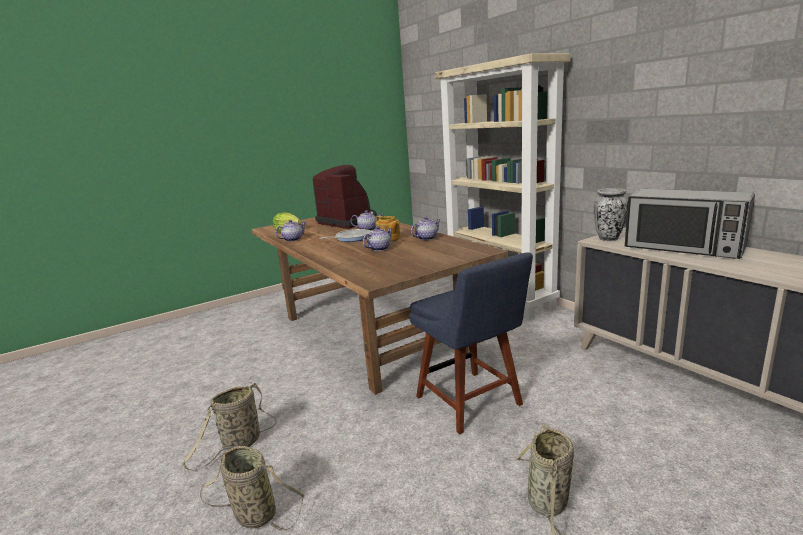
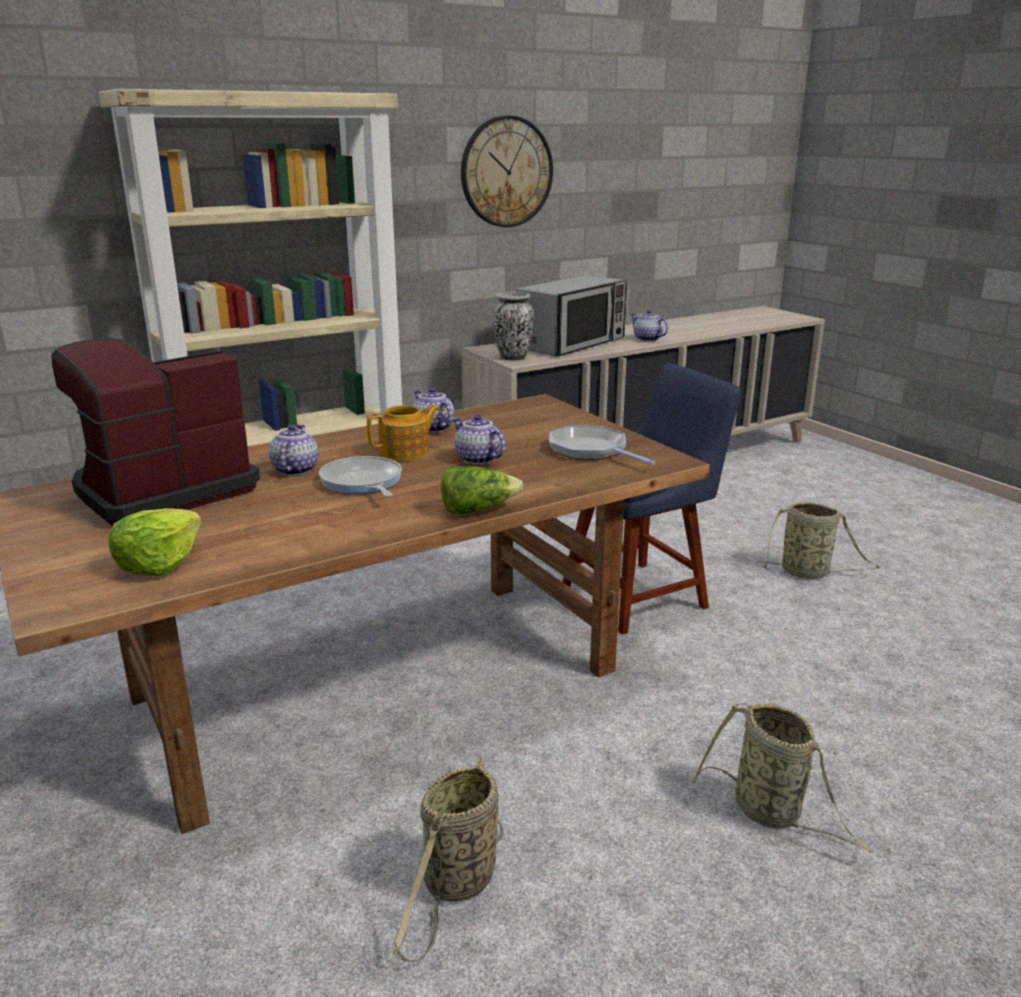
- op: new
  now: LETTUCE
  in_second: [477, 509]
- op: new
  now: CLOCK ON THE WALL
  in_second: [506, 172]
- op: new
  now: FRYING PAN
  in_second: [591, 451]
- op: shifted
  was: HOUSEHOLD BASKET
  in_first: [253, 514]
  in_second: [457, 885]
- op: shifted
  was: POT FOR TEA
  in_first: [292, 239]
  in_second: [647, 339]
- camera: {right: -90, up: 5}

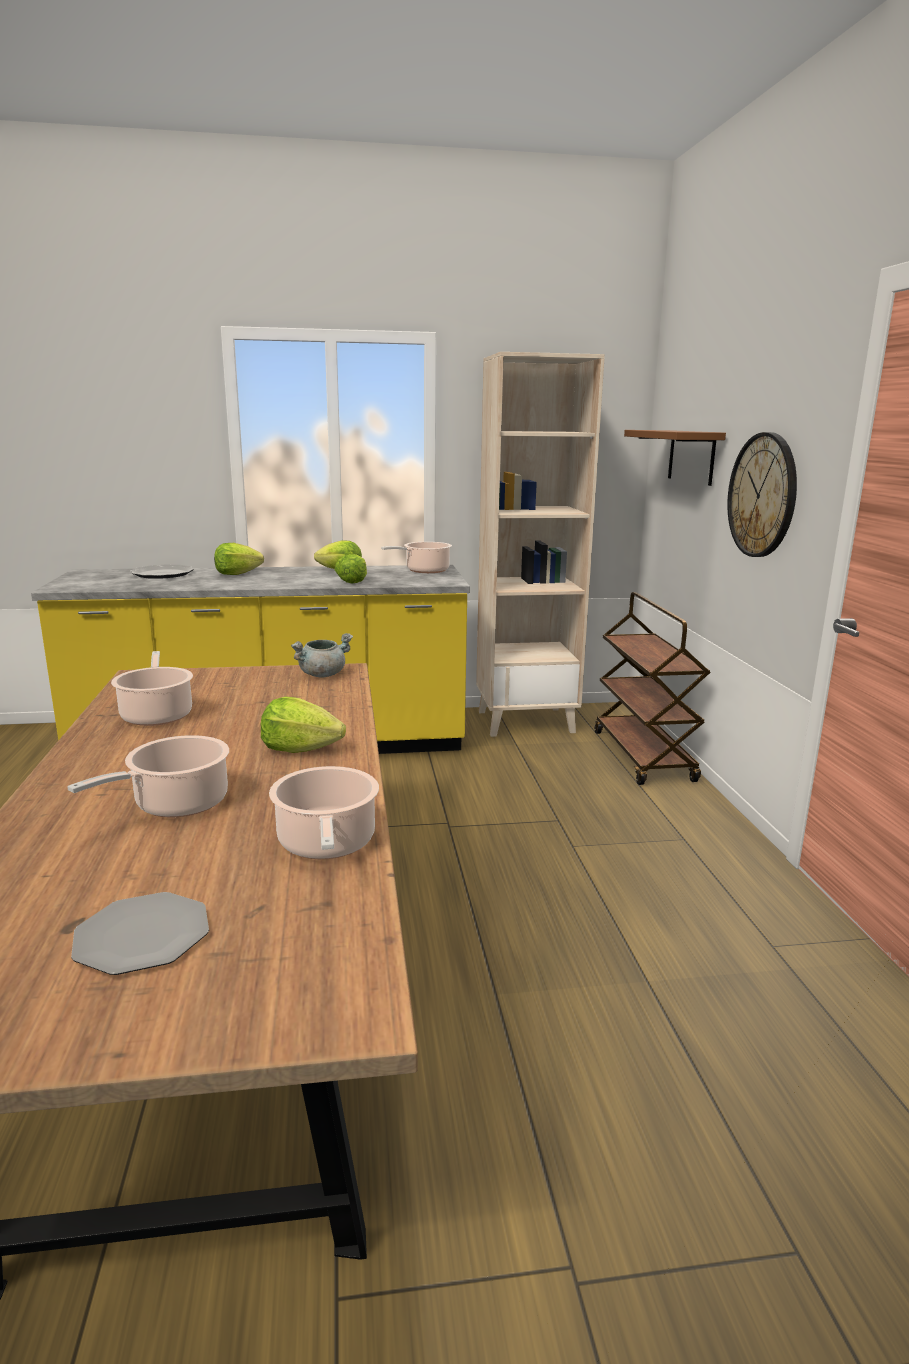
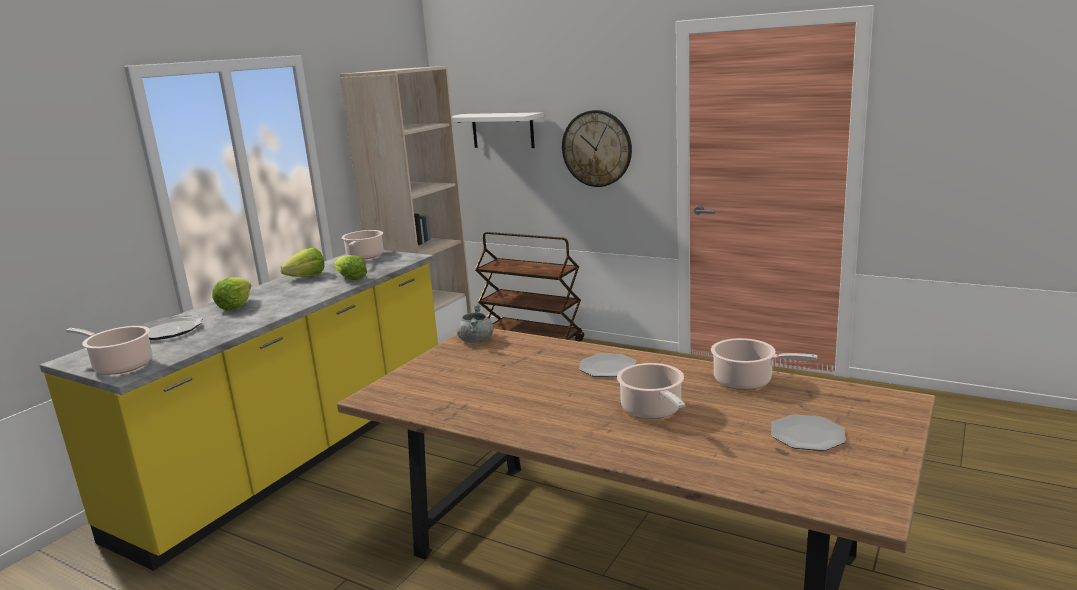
- op: shifted
  was: COOKING POT
  in_first: [157, 714]
  in_second: [121, 366]
- op: swapped
  was: LETTUCE
  now: FLAT DISH
  in_first: [300, 749]
  in_second: [607, 367]
- op: repainted
  was: BROWN-COLOURED WALL SHELF
  now: WHITE WALL SHELF
  in_first: [691, 456]
  in_second: [502, 130]
- camera: {right: -50, up: 0}

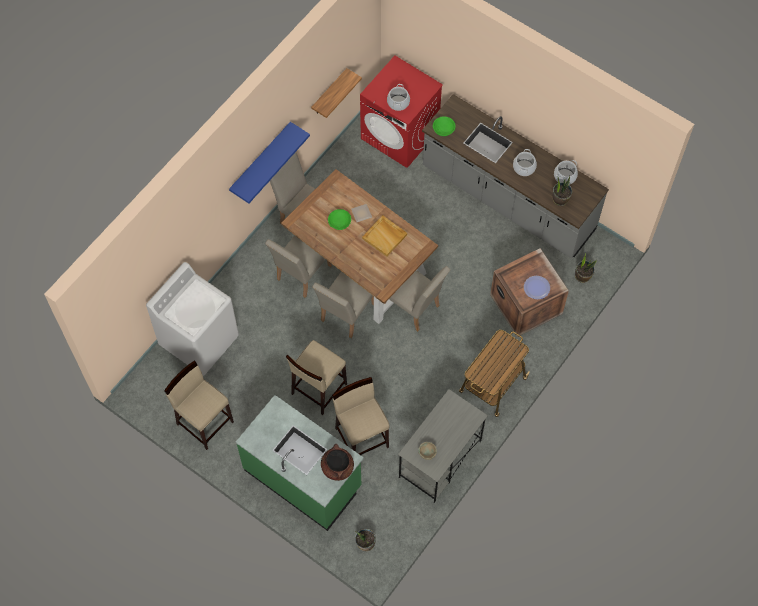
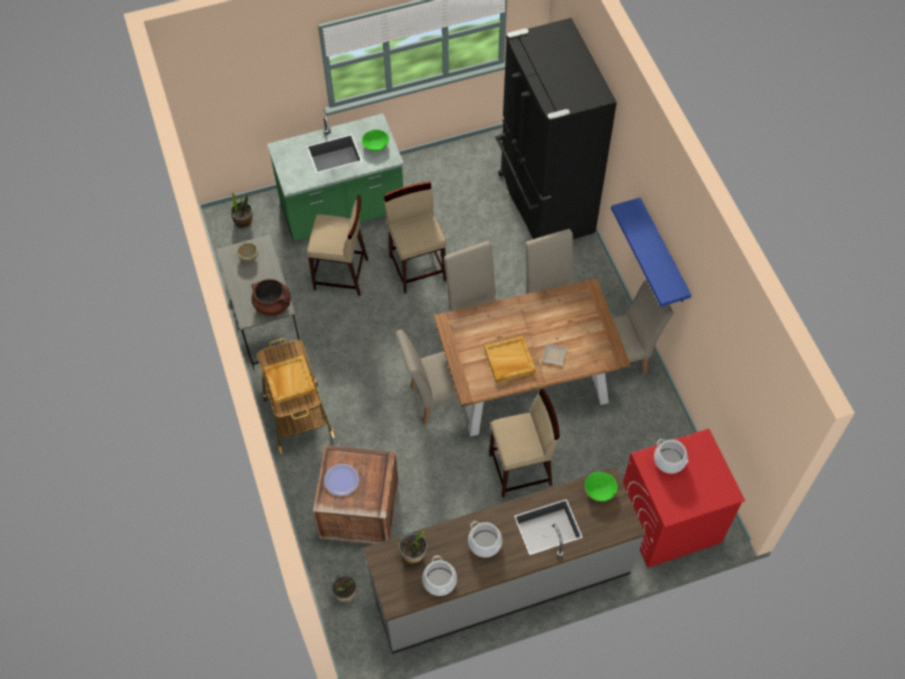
- op: gone
  was: WALL SHELF
  in_first: [329, 93]
- op: new
  now: SAND-COLOURED CARRYING TRAY
  in_second: [289, 380]
- op: shifted
  was: SAND-COLOURED STOOL SEAT
  in_first: [205, 422]
  in_second: [521, 470]
- op: shifted
  was: BROWN-COLOURED COOKING POT
  in_first: [337, 467]
  in_second: [273, 305]
- op: shifted
  was: GREENISH DEEP DISH
  in_first: [339, 222]
  in_second: [375, 144]
- op: swapped
  was: WHITE WASHING MACHINE
  now: BLACK FRIDGE
  in_first: [199, 340]
  in_second: [543, 204]
- camera: {right: 125, up: -5}

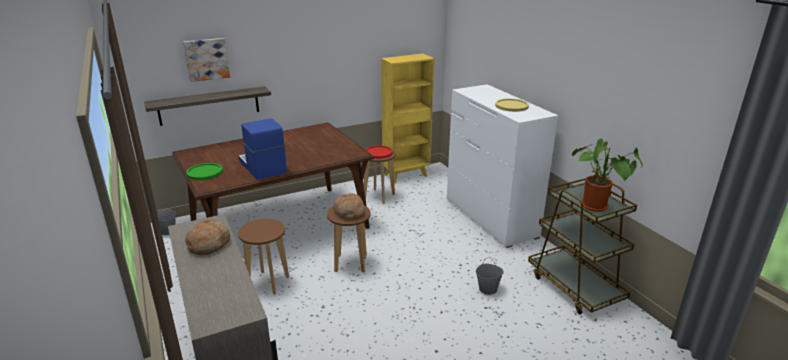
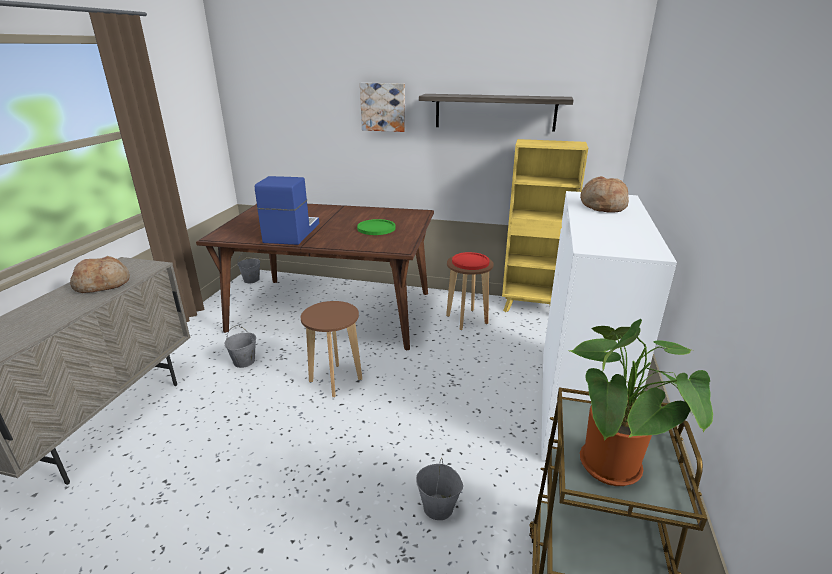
- op: gone
  was: YELLOW-COLOURED FLAT DISH
  in_first: [511, 106]
- op: shifted
  was: WALL SHELF
  in_first: [209, 106]
  in_second: [495, 112]
- op: shifted
  was: WALL PICTURE
  in_first: [206, 59]
  in_second: [383, 107]
- op: shifted
  was: GREENISH FLAT DISH
  in_first: [205, 172]
  in_second: [376, 228]
- op: shifted
  was: BAKED BREAD
  in_first: [349, 212]
  in_second: [602, 206]
- op: swapped
  was: BROWN-COLOURED STOOL SEAT
  now: GREYISH PAIL
  in_first: [268, 283]
  in_second: [244, 362]
- camera: {right: 40, up: 0}

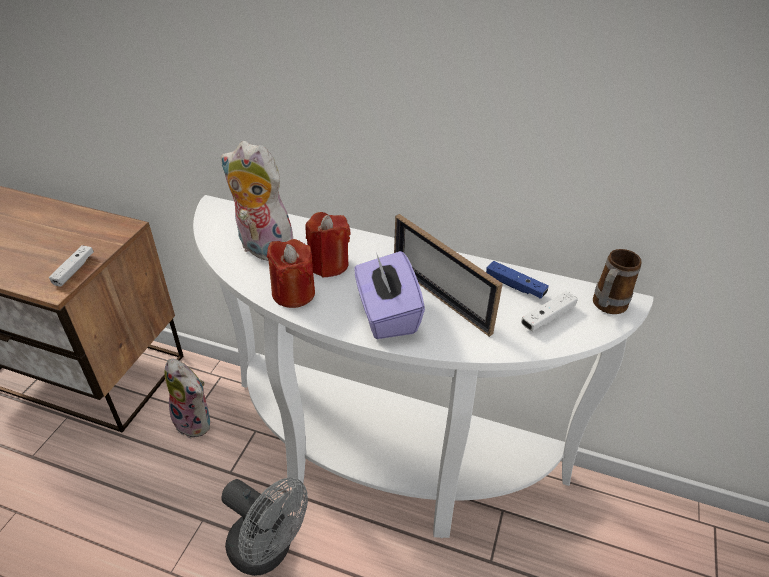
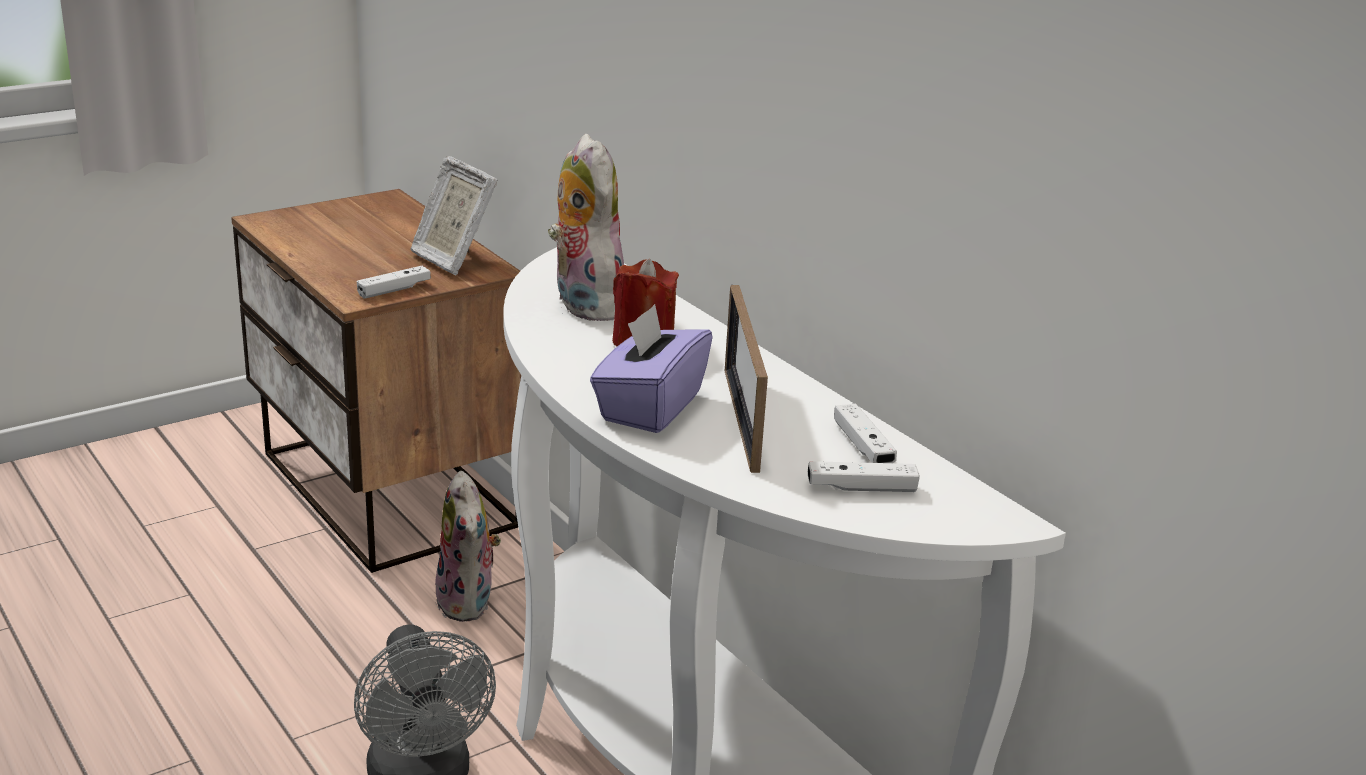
- op: gone
  was: RED WAX LIGHT
  in_first: [293, 293]
- op: gone
  was: TEA MUG
  in_first: [606, 307]
- op: new
  now: PICTURE FRAME
  in_second: [452, 259]
- op: repainted
  was: BLUE-COLOURED GAME CONTROLLER
  now: WHITE GAME CONTROLLER
  in_first: [515, 286]
  in_second: [863, 446]
- camera: {right: 35, up: -15}

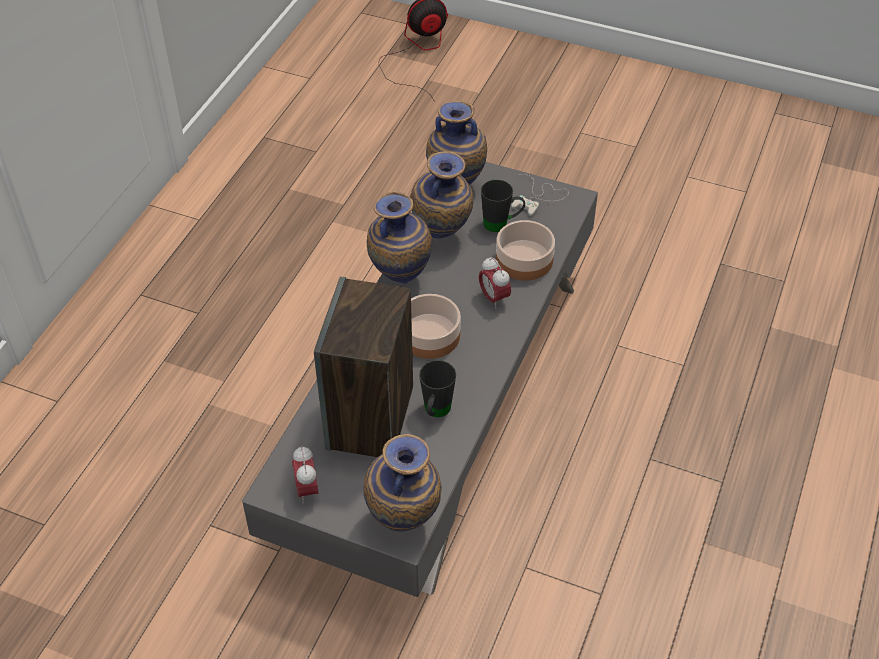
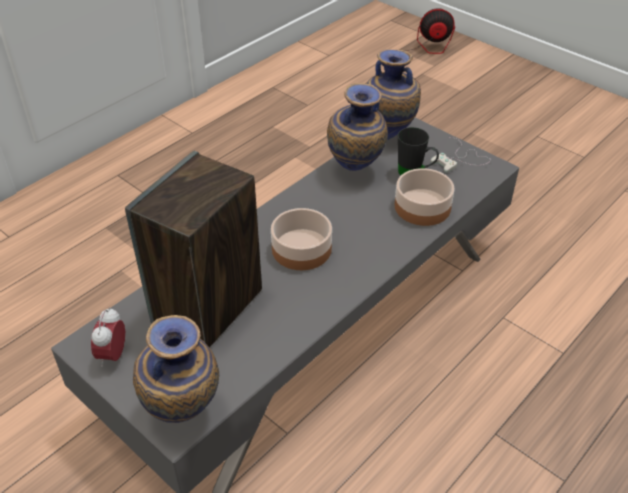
- op: gone
  was: VASE
  in_first: [400, 278]
- op: gone
  was: BLACK TEA MUG
  in_first: [435, 413]
- op: gone
  was: TABLE CLOCK
  in_first: [494, 298]
- camera: {right: 20, up: -5}

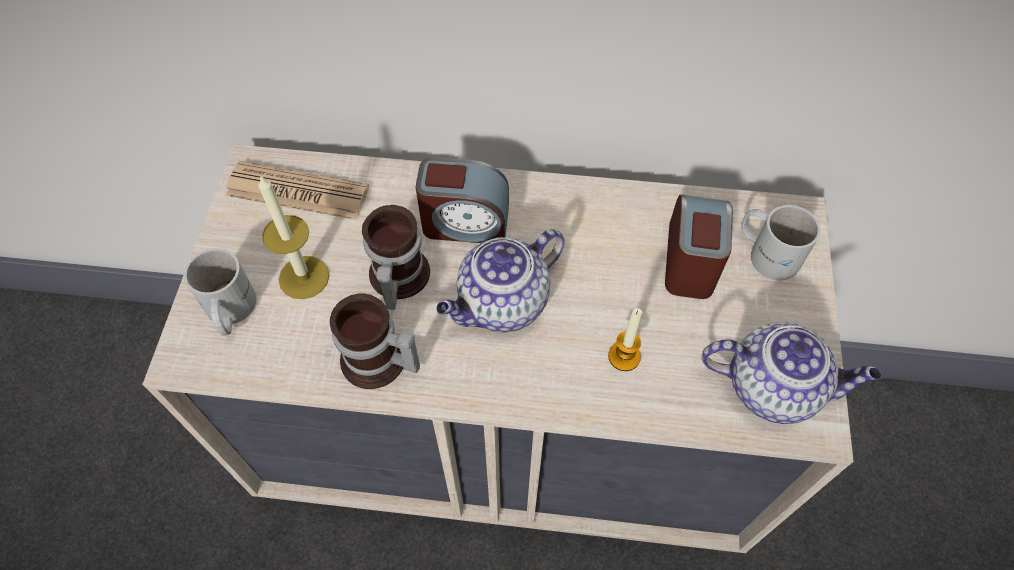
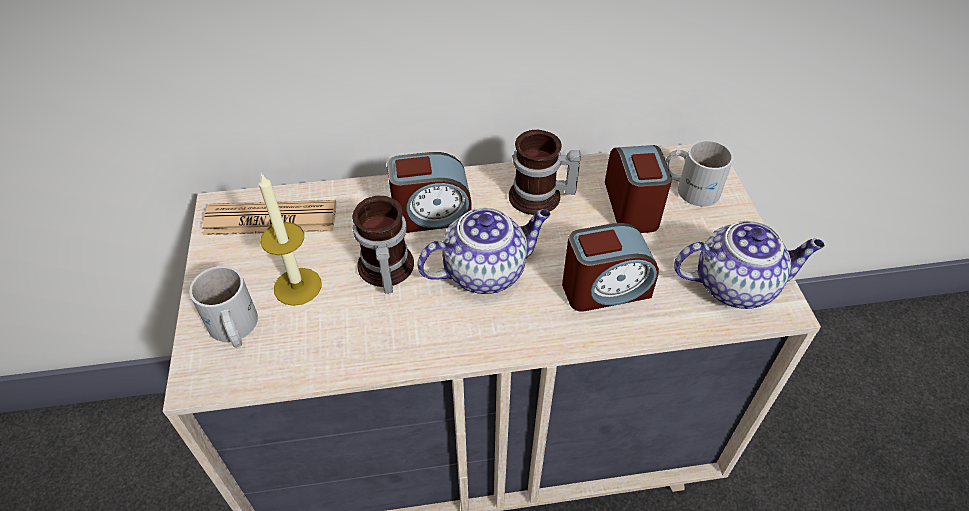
- op: shifted
  was: TEA MUG
  in_first: [378, 364]
  in_second: [540, 198]
- op: swapped
  was: WAX LIGHT
  now: TABLE CLOCK
  in_first: [624, 356]
  in_second: [605, 289]
- op: rotated
  was: POT FOR TEA
  in_first: [502, 304]
  in_second: [486, 271]
  clockwise: -150
- camera: {right: -15, up: -10}

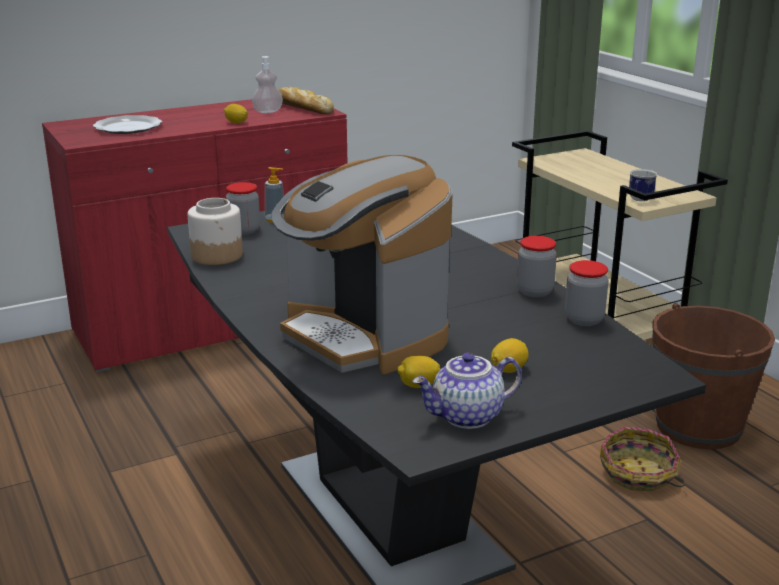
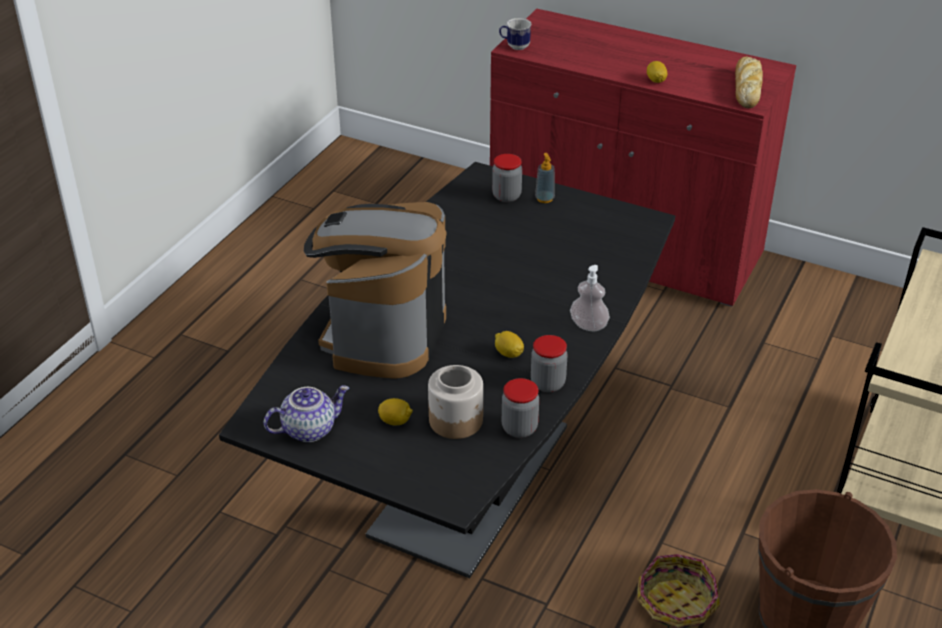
- op: gone
  was: FLAT DISH
  in_first: [127, 127]
- op: shifted
  was: STORAGE JAR
  in_first: [217, 255]
  in_second: [456, 420]
- op: shifted
  was: SOAP DISPENSER
  in_first: [268, 111]
  in_second: [588, 325]
- op: shifted
  was: LEMON
  in_first: [418, 386]
  in_second: [508, 353]
- op: shifted
  was: TEA MUG
  in_first: [639, 200]
  in_second: [514, 47]
- op: rotated
  was: POT FOR TEA
  in_first: [467, 417]
  in_second: [309, 429]
  clockwise: 120
- camera: {right: 55, up: 15}

